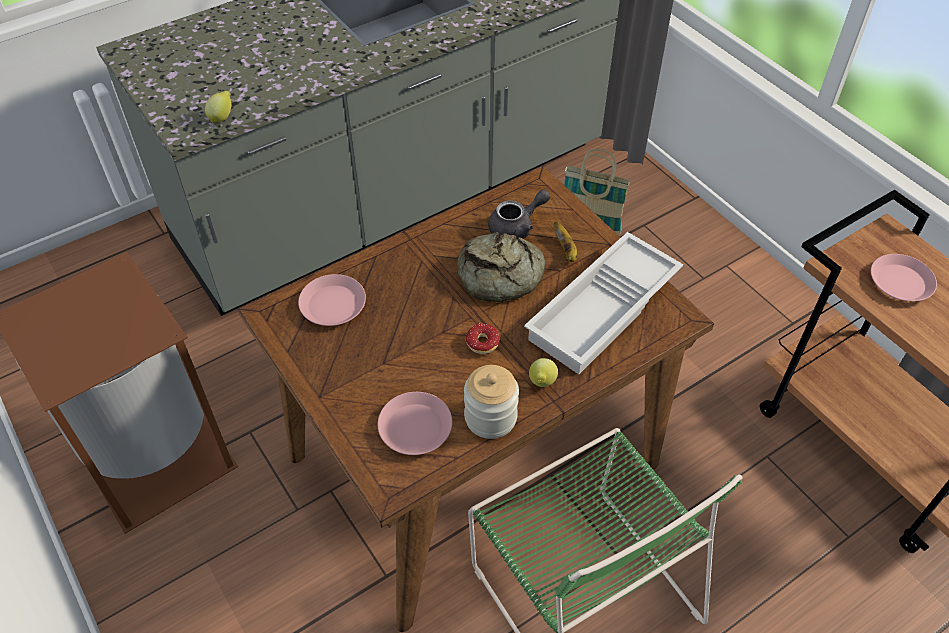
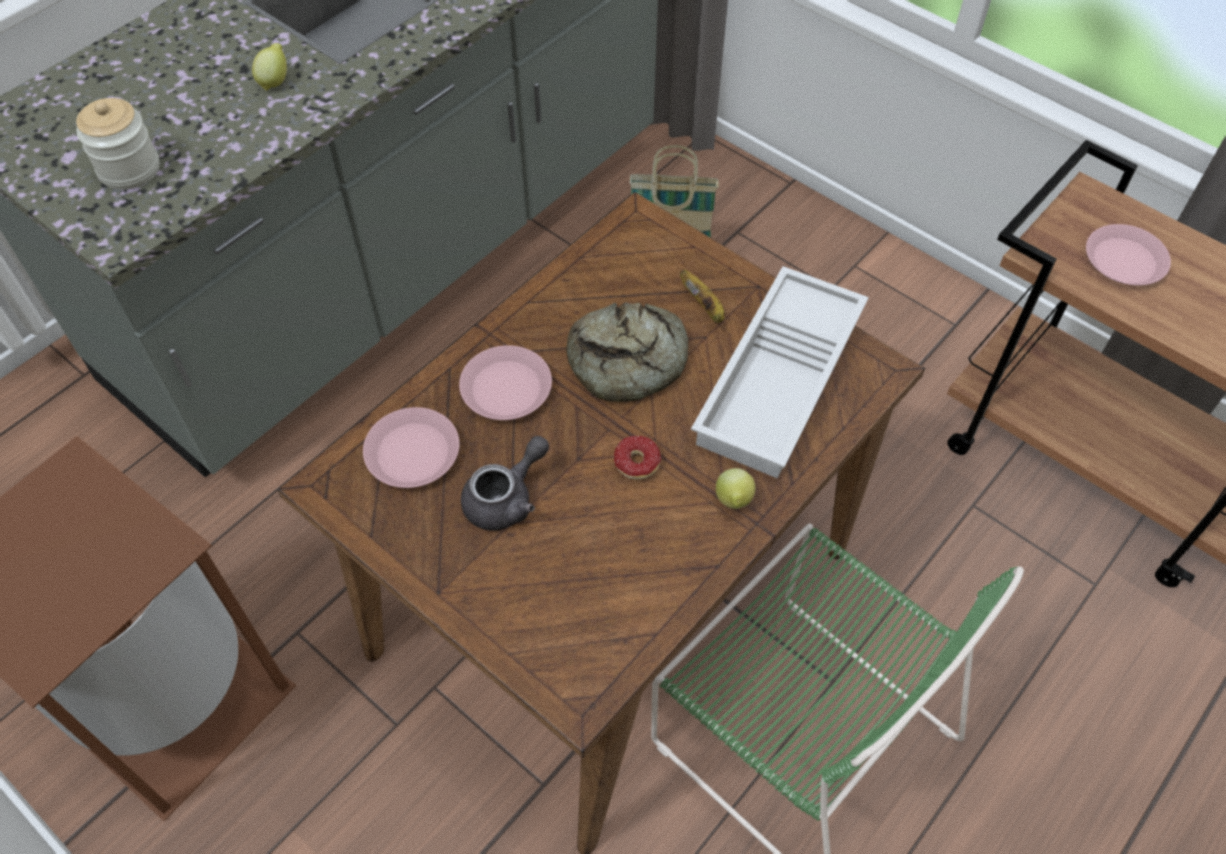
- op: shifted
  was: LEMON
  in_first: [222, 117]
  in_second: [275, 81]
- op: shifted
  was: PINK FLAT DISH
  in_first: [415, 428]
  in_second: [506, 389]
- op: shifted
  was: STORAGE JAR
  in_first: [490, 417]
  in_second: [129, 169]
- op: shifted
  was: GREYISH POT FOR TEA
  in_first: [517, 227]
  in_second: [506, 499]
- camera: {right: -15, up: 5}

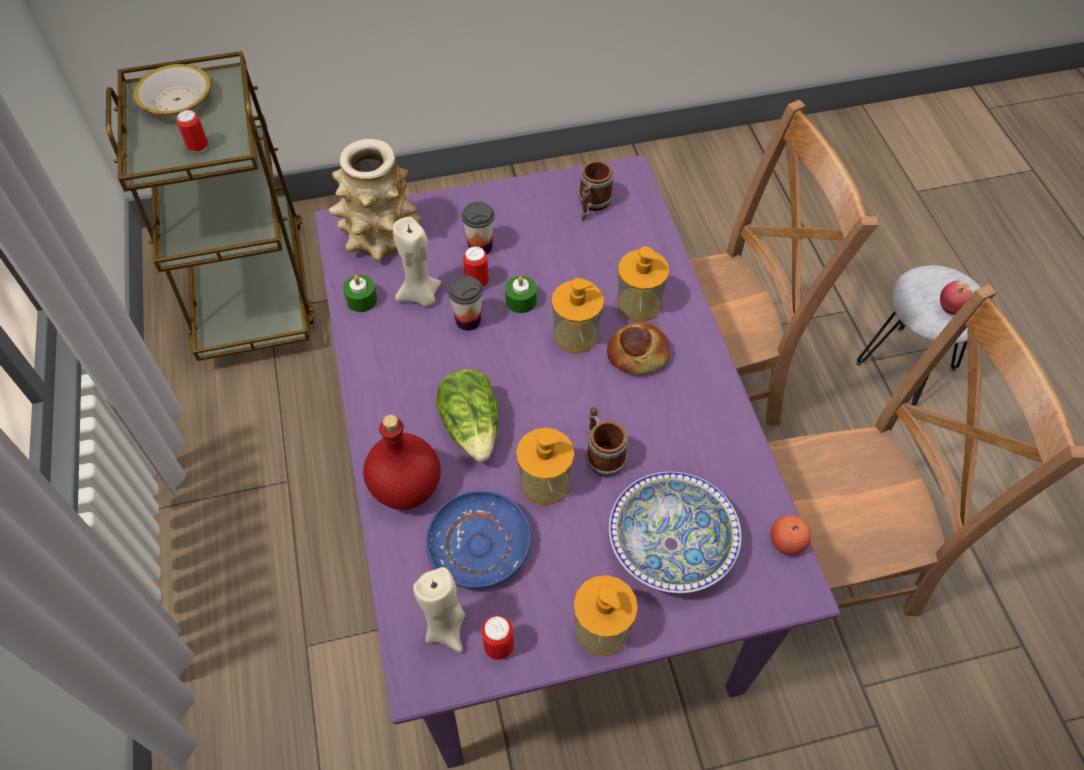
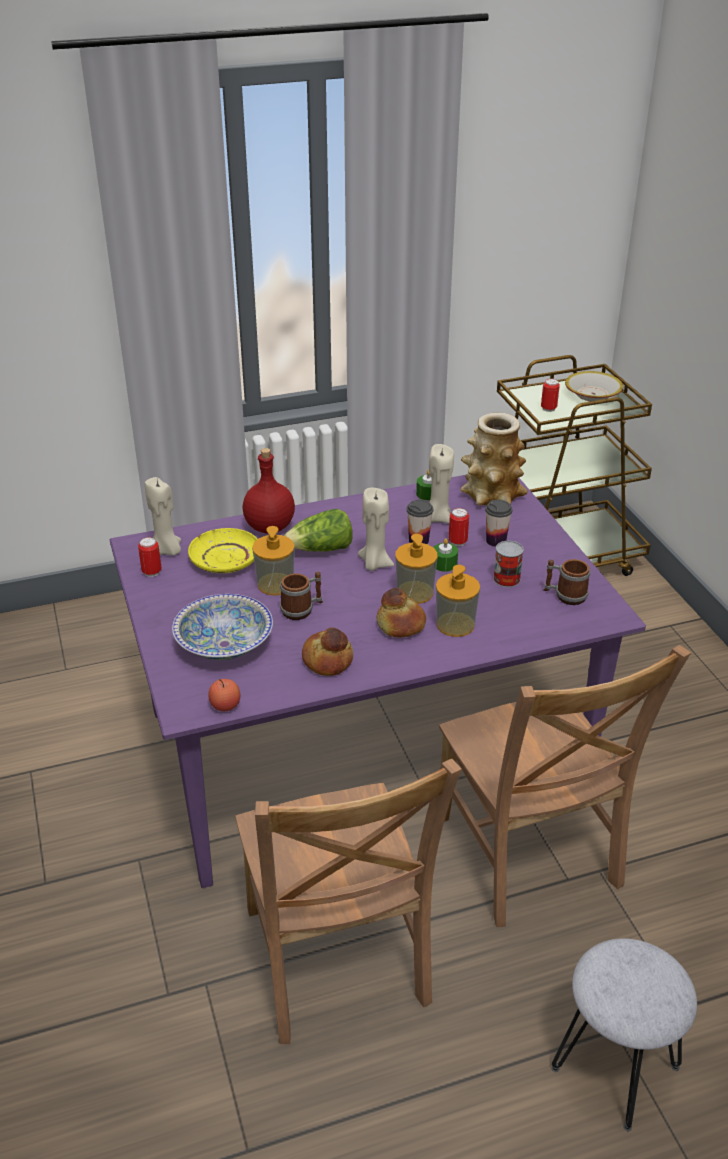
- op: gone
  was: SOAP DISPENSER
  in_first: [601, 630]
- op: gone
  was: WHOLE APPLE
  in_first: [950, 308]
- op: new
  now: BAKED BREAD
  in_second: [328, 660]
- op: new
  now: SAND-COLOURED WAX LIGHT
  in_second: [374, 564]
- op: new
  now: METAL CAN
  in_second: [506, 579]
- op: repainted
  was: BLUE-COLOURED FLAT DISH
  now: YELLOW-COLOURED FLAT DISH
  in_first: [480, 546]
  in_second: [225, 560]
- camera: {right: 85, up: -20}

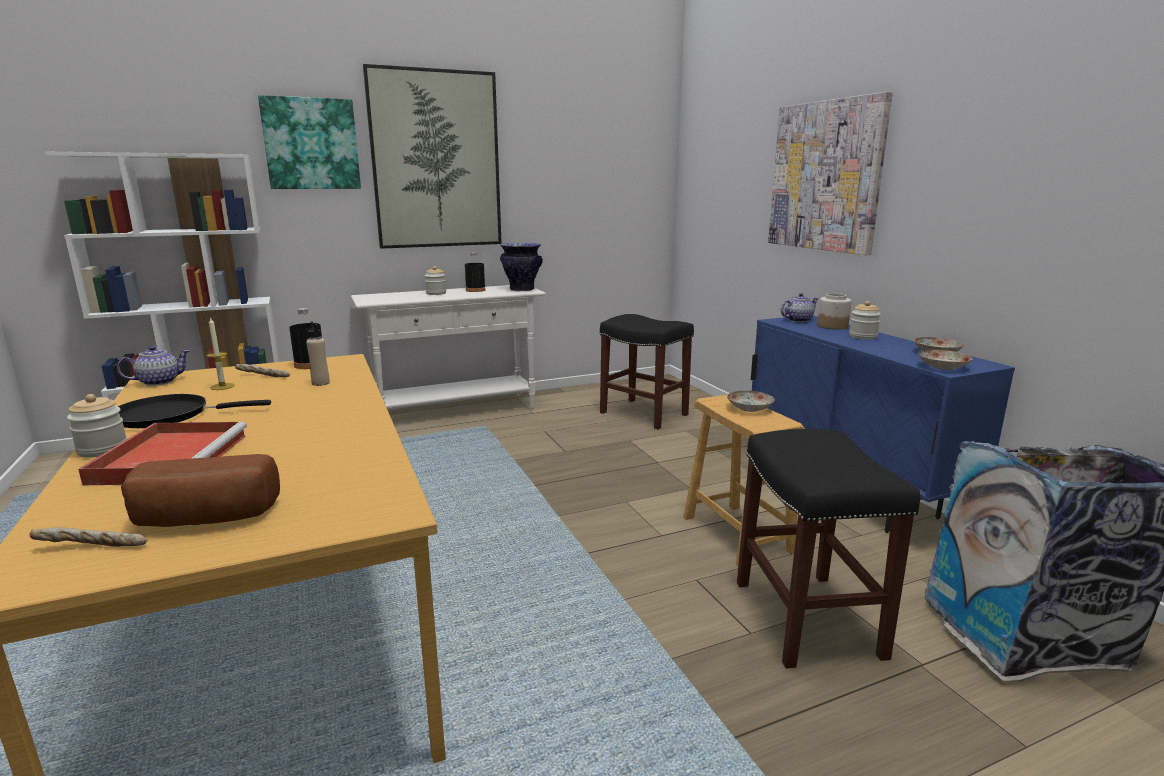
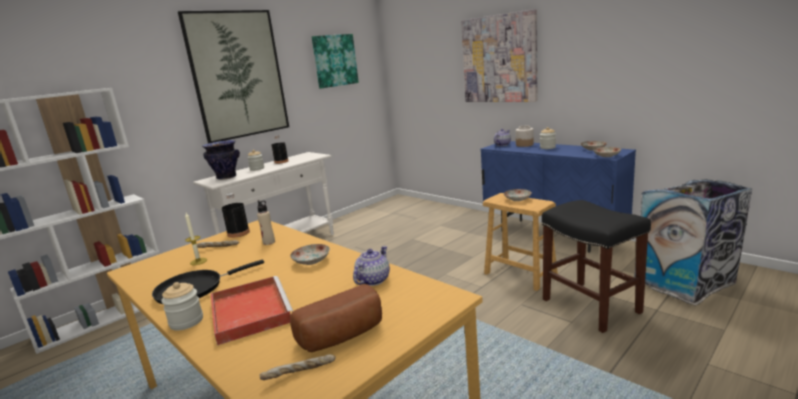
- op: gone
  was: BLACK STOOL SEAT
  in_first: [645, 414]
- op: new
  now: FLAT DISH
  in_second: [311, 261]
- op: shifted
  was: POT FOR TEA
  in_first: [158, 382]
  in_second: [372, 280]
- op: shifted
  was: WALL PICTURE
  in_first: [311, 144]
  in_second: [335, 60]
- op: shifted
  was: VASE
  in_first: [522, 289]
  in_second: [227, 177]
- camera: {right: -20, up: 0}

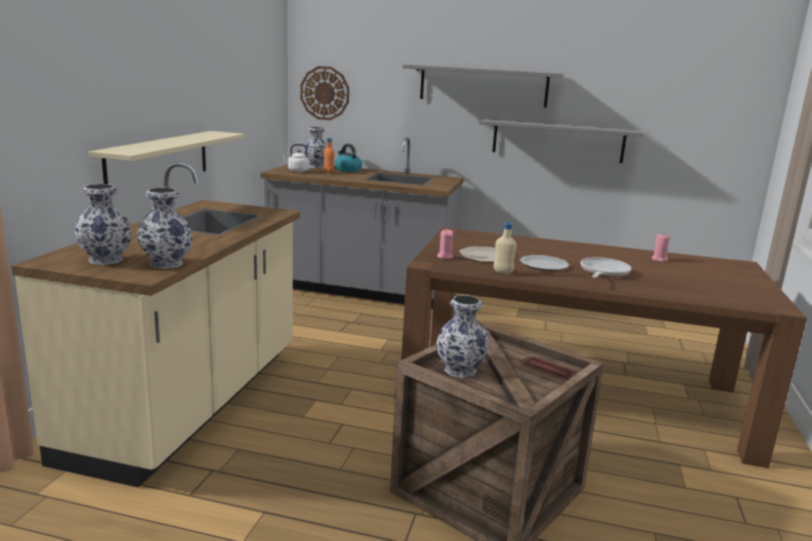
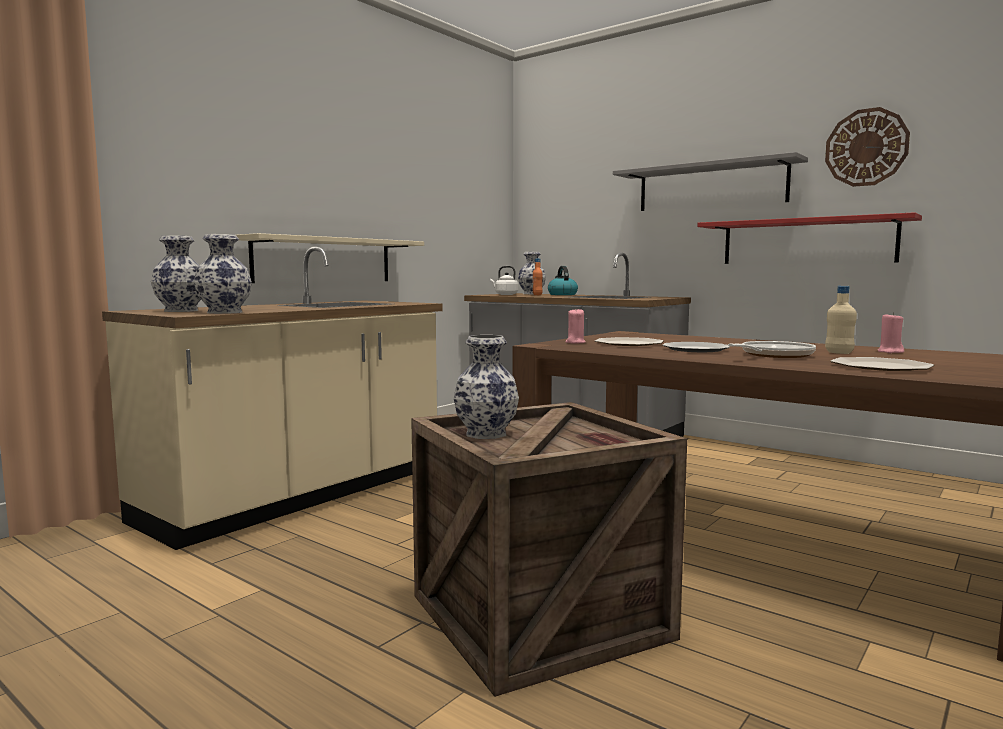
- op: new
  now: FLAT DISH
  in_second: [881, 367]
- op: shifted
  was: CLOCK ON THE WALL
  in_first: [325, 93]
  in_second: [866, 147]
- op: shifted
  was: SAND-COLOURED DRINK BOTTLE
  in_first: [503, 272]
  in_second: [839, 353]
- op: repainted
  was: GREYISH WALL SHELF
  now: RED WALL SHELF
  in_first: [558, 140]
  in_second: [806, 241]
- camera: {right: 25, up: -10}

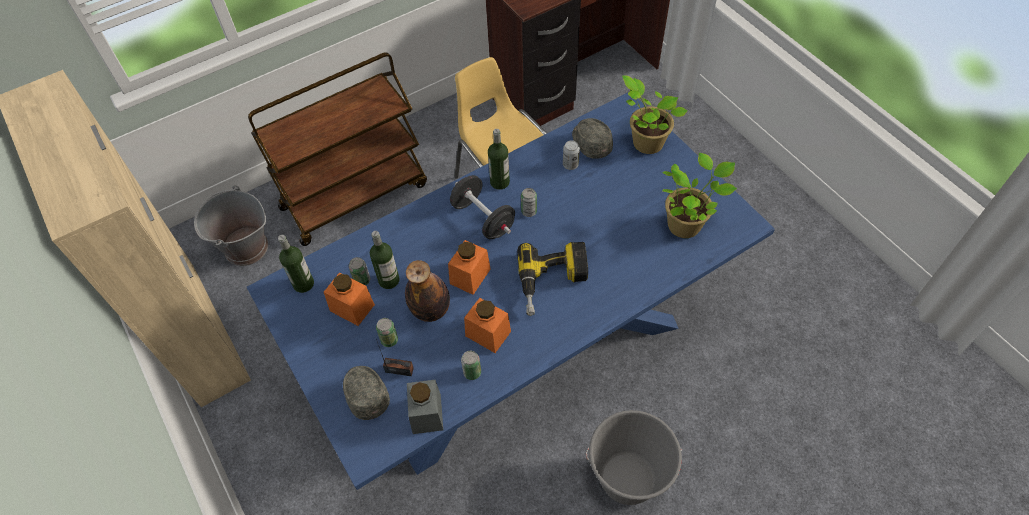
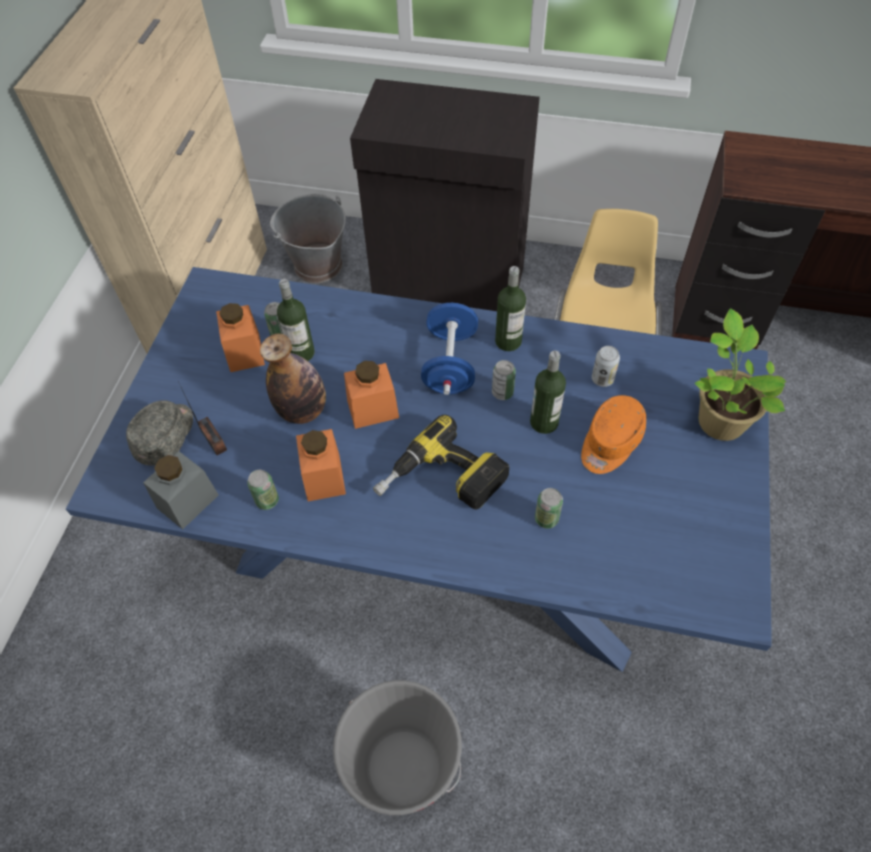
- op: gone
  was: GREYISH BASEBALL CAP
  in_first: [590, 143]
- op: gone
  was: HOUSEPLANT
  in_first: [686, 224]
- op: new
  now: ORANGE-COLOURED BASEBALL CAP
  in_second: [610, 443]
- op: shifted
  was: DRINK BOTTLE
  in_first: [303, 284]
  in_second: [544, 422]
- op: shifted
  was: METAL CAN
  in_first: [389, 340]
  in_second: [546, 519]
- op: swapped
  was: BROWN-COLOURED WHEELED CART
  now: BLACK STORAGE CABINET
  in_first: [355, 195]
  in_second: [449, 285]
- op: repainted
  was: BLACK DUMBBELL
  now: BLUE-COLOURED DUMBBELL
  in_first: [483, 218]
  in_second: [450, 364]
- camera: {right: 45, up: 0}

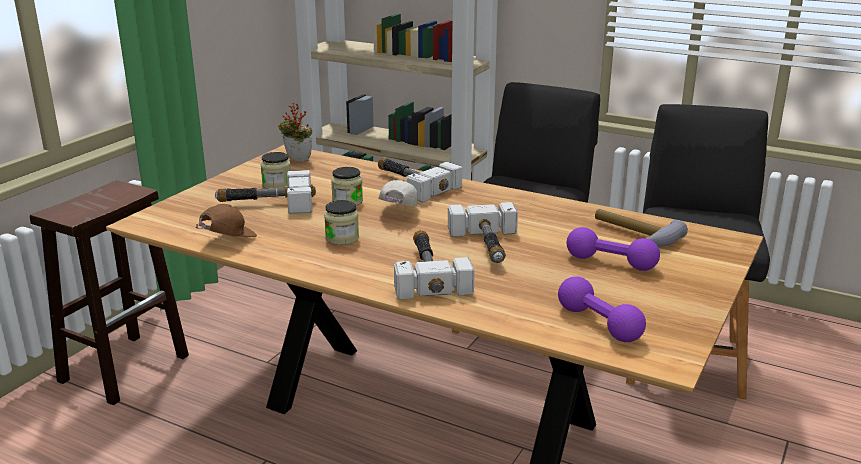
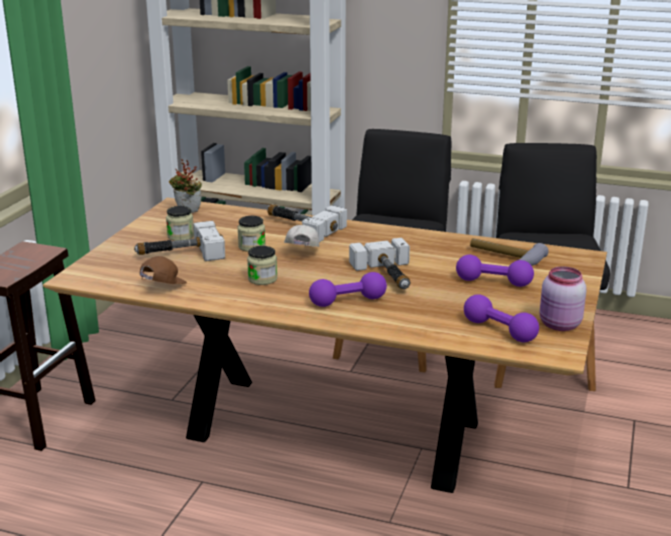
- op: new
  now: PINK STORAGE JAR
  in_second: [559, 325]
- op: swapped
  was: TOOL HAMMER
  now: PURPLE DUMBBELL
  in_first: [427, 272]
  in_second: [348, 301]
- camera: {right: -10, up: 0}

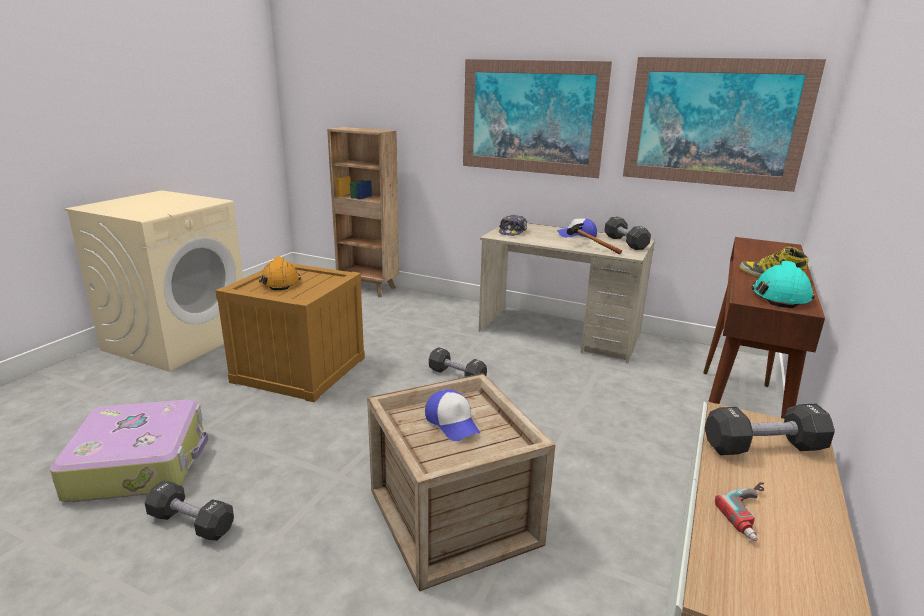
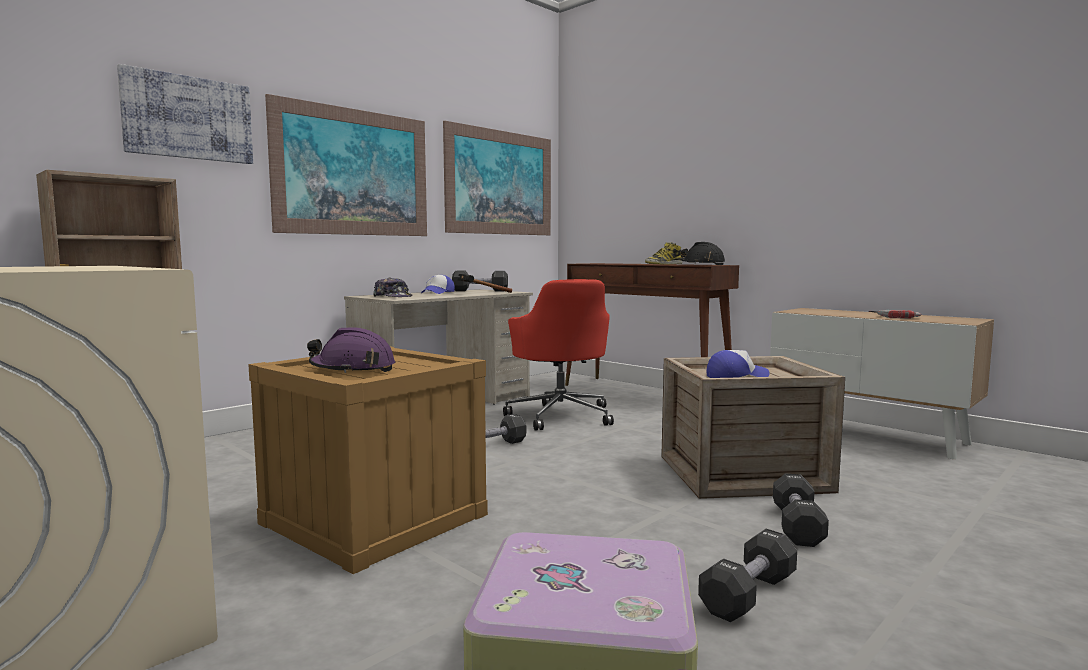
- op: new
  now: WALL PICTURE
  in_second: [188, 118]
- op: new
  now: RED COMPUTER CHAIR
  in_second: [561, 415]
- op: shifted
  was: BLACK DUMBBELL
  in_first: [763, 447]
  in_second: [797, 526]
- op: repainted
  was: ORANGE-COLOURED WORK HELMET
  now: PURPLE WORK HELMET
  in_first: [280, 282]
  in_second: [353, 369]
- op: repainted
  was: TURQUOISE WORK HELMET
  now: BLACK WORK HELMET
  in_first: [780, 296]
  in_second: [702, 264]
- camera: {right: -70, up: -15}

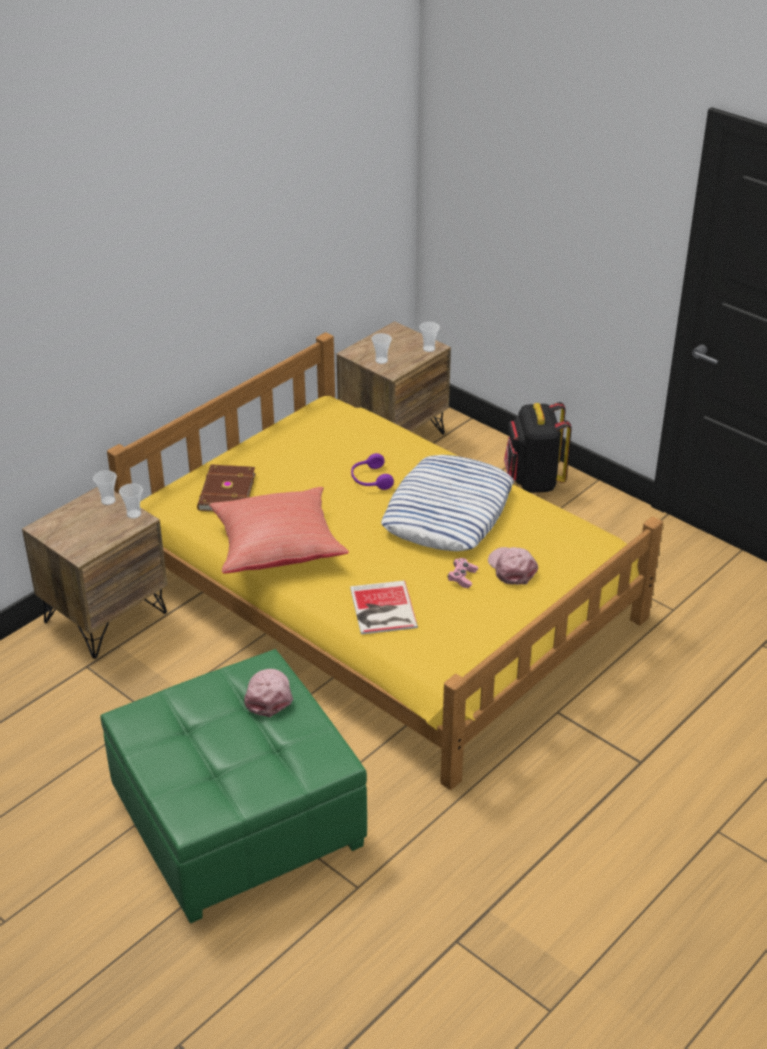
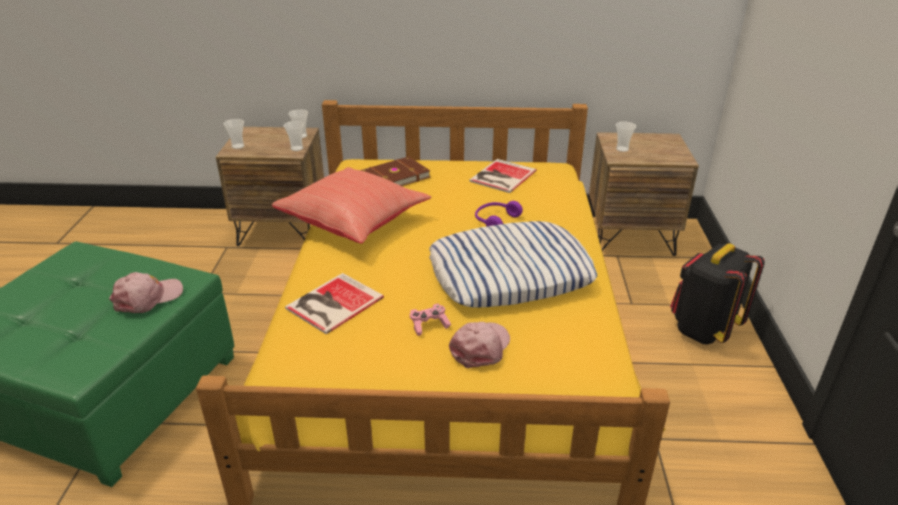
- op: new
  now: BOUND BOOK
  in_second: [501, 176]
- op: shifted
  was: DRINKING CUP
  in_first: [429, 349]
  in_second: [238, 146]
- camera: {right: 50, up: -5}

